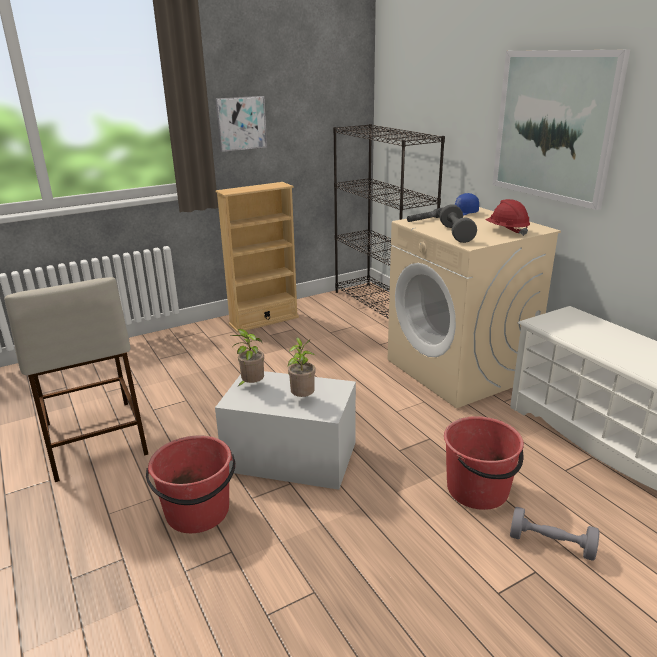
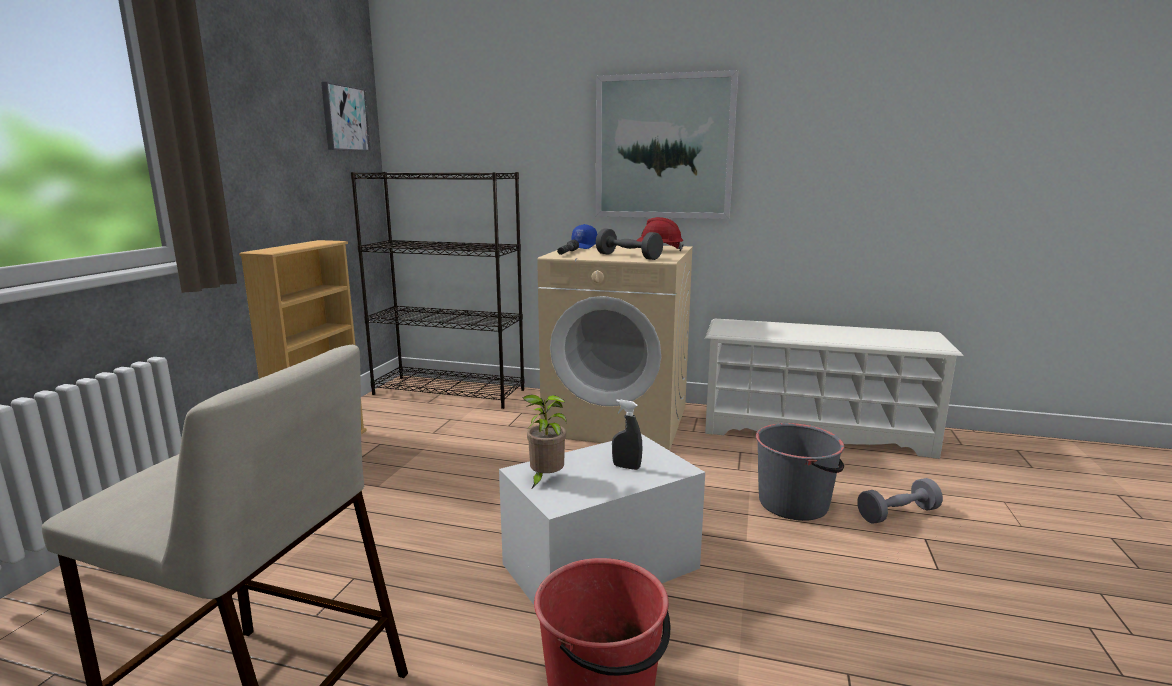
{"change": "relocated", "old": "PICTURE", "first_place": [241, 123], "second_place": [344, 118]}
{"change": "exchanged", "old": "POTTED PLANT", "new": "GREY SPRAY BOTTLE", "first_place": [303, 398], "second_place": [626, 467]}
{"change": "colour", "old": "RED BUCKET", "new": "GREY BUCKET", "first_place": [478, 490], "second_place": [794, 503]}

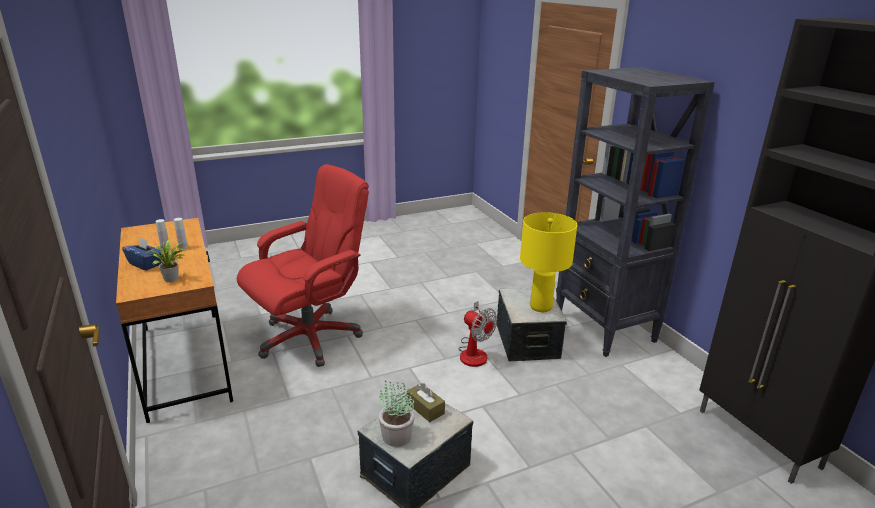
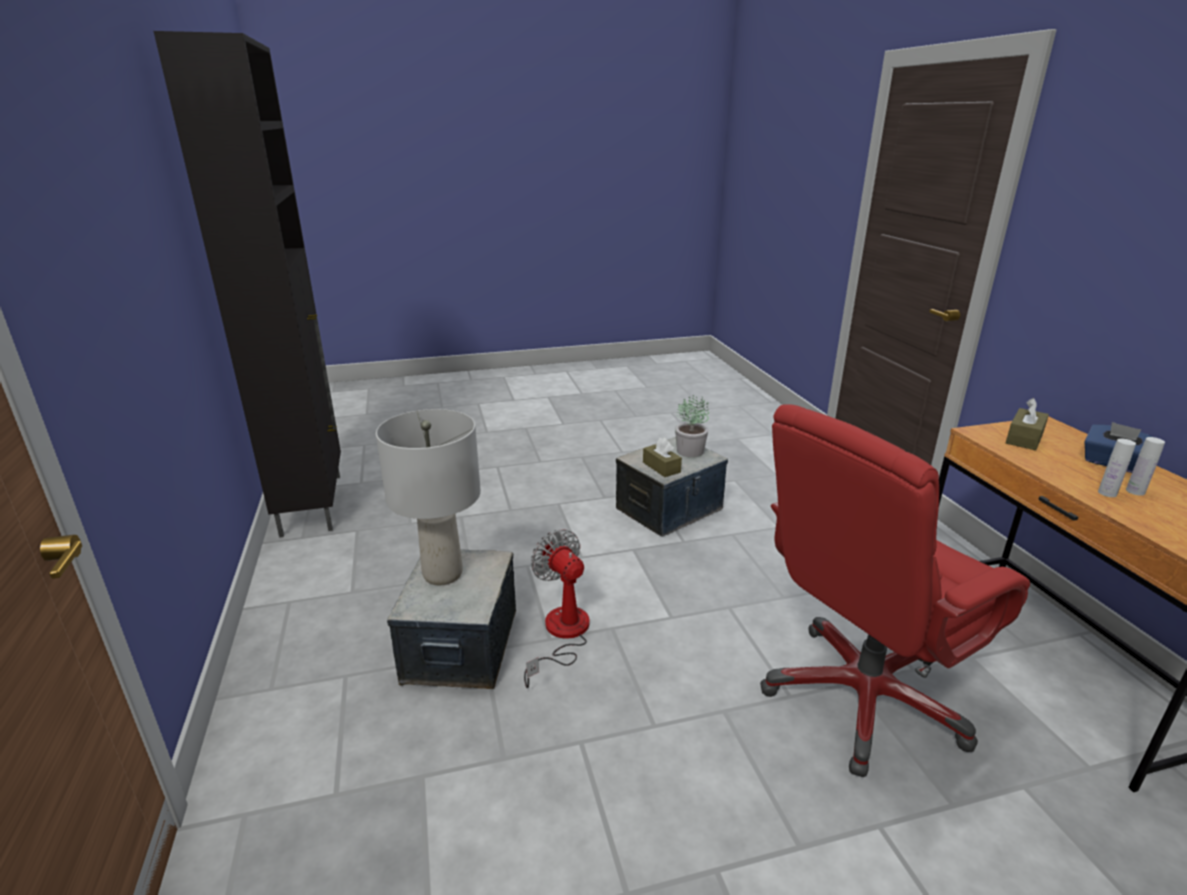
{"change": "exchanged", "old": "POTTED PLANT", "new": "BROWN TISSUE BOX", "first_place": [172, 279], "second_place": [1024, 438]}
{"change": "colour", "old": "YELLOW TABLE LAMP", "new": "GREY TABLE LAMP", "first_place": [541, 306], "second_place": [442, 574]}
{"change": "missing", "old": "BLACK BOOKCASE", "first_place": [604, 328]}

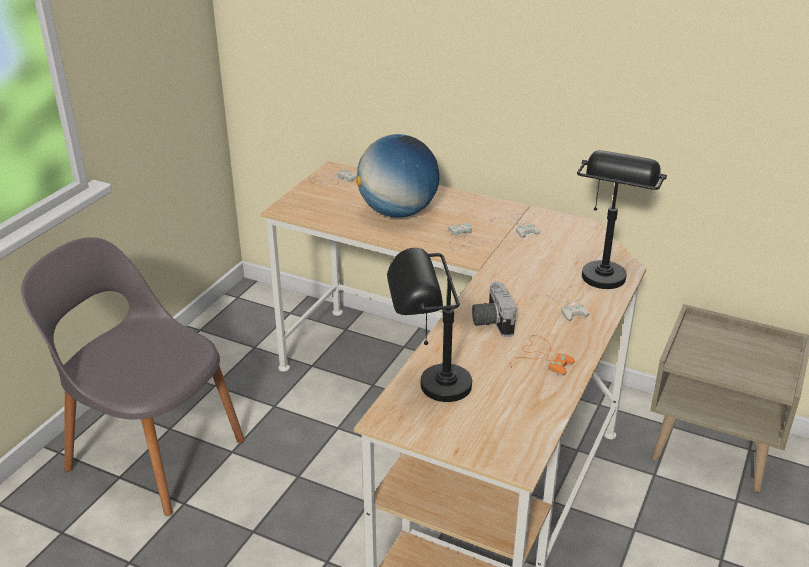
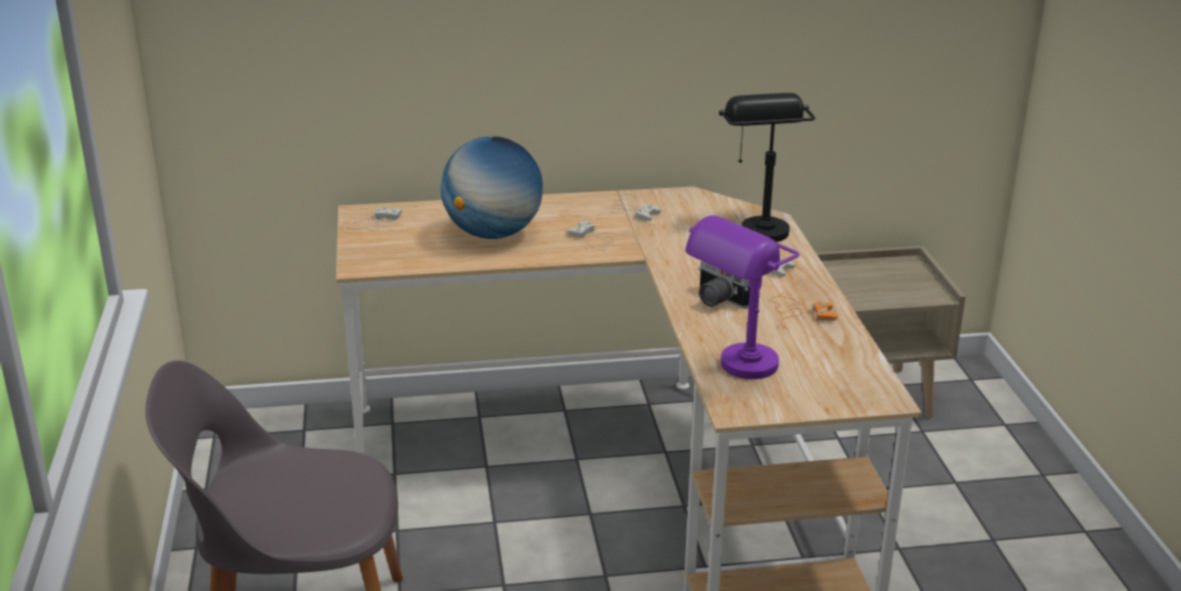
{"change": "colour", "old": "BLACK TABLE LAMP", "new": "PURPLE TABLE LAMP", "first_place": [428, 388], "second_place": [737, 372]}

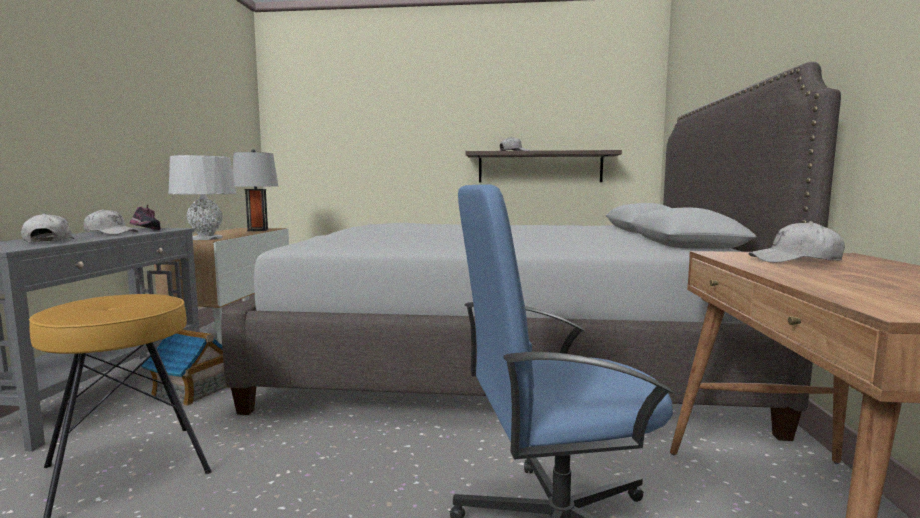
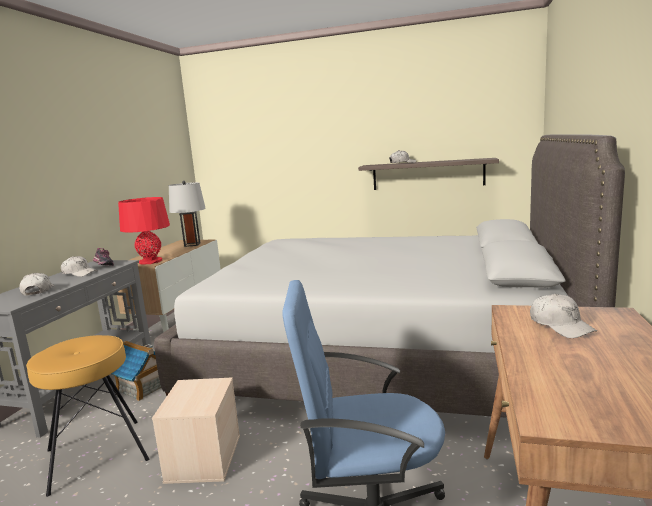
{"change": "colour", "old": "GREY TABLE LAMP", "new": "RED TABLE LAMP", "first_place": [206, 238], "second_place": [150, 261]}
{"change": "spun", "old": "WHITE CAP", "first_place": [795, 260], "second_place": [561, 326], "degrees": -135}
{"change": "appeared", "new": "BEIGE STORAGE BOX", "second_place": [203, 457]}

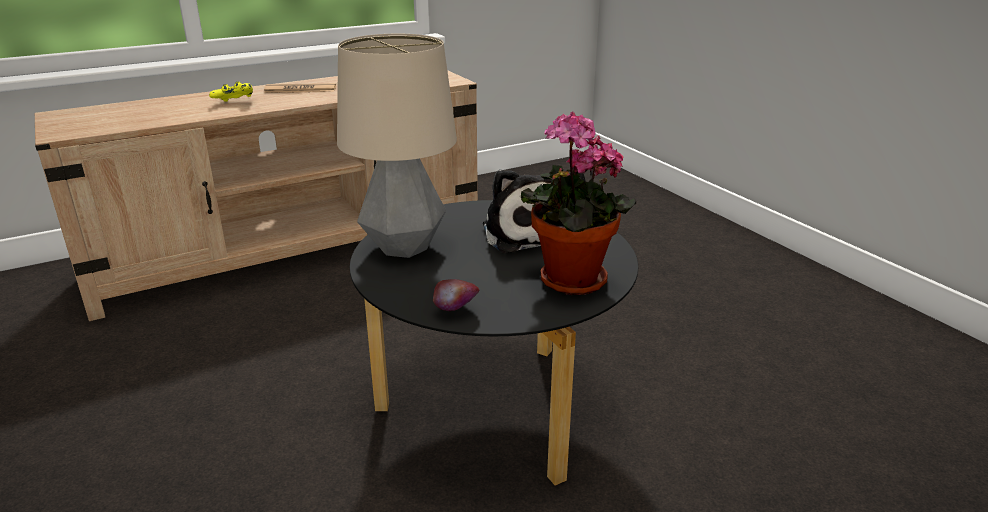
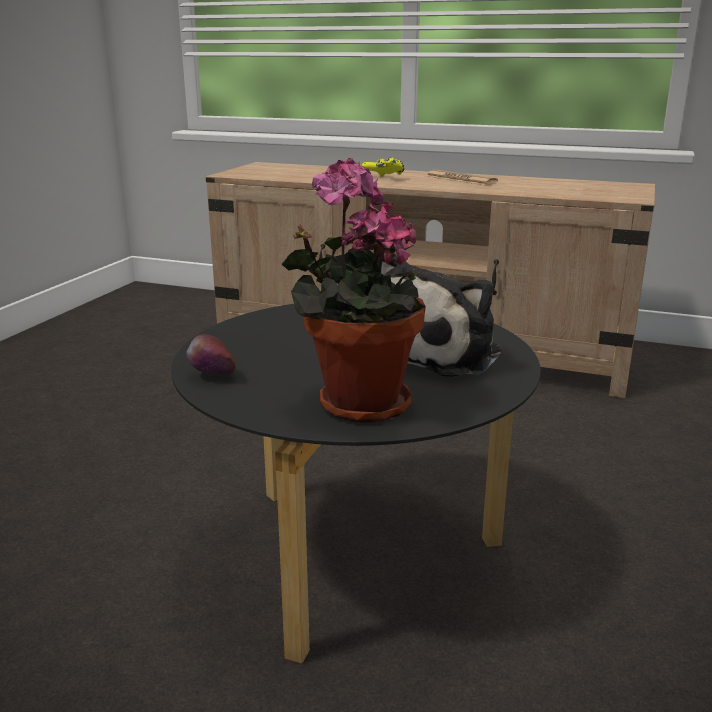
{"change": "missing", "old": "TABLE LAMP", "first_place": [404, 248]}

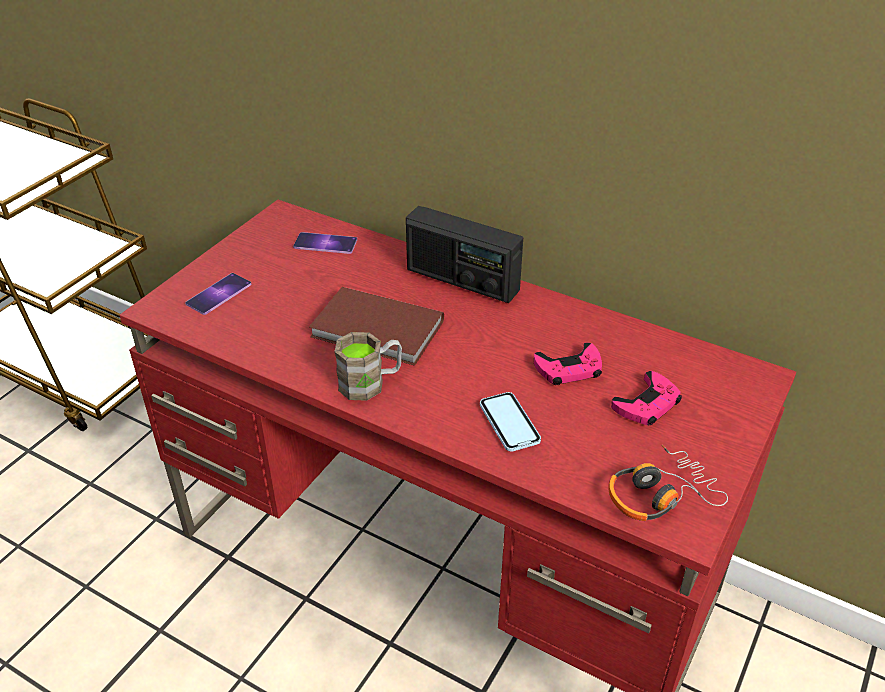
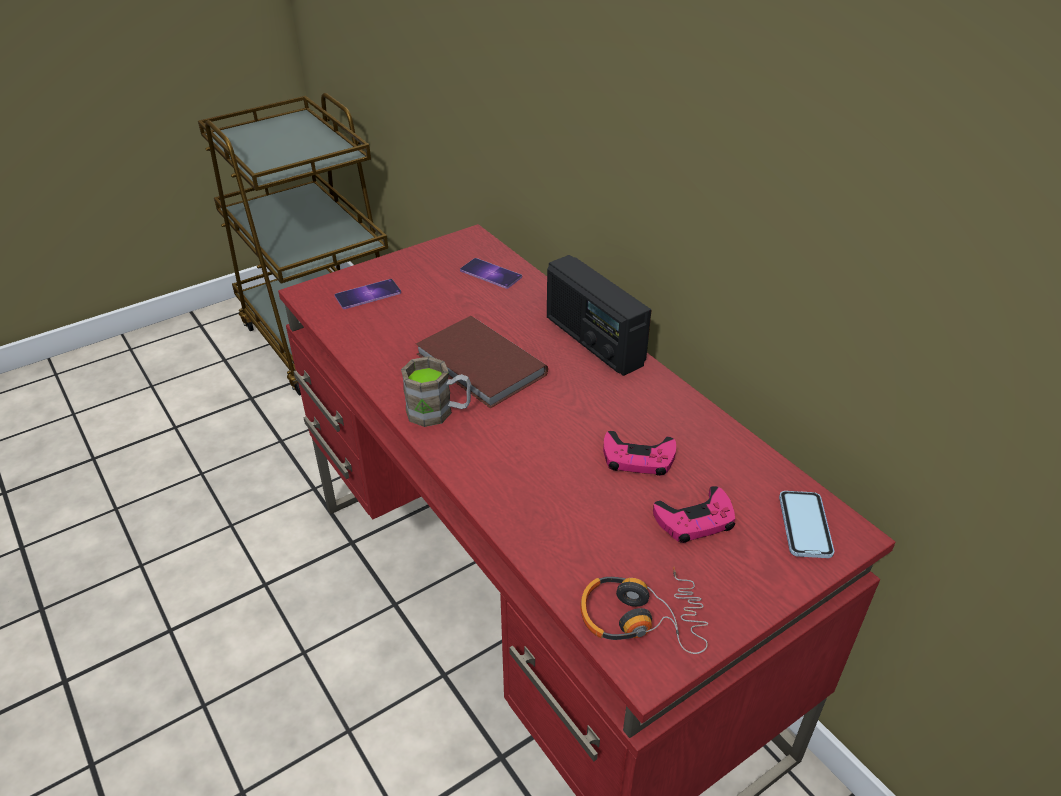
{"change": "relocated", "old": "PHONE", "first_place": [509, 423], "second_place": [805, 526]}

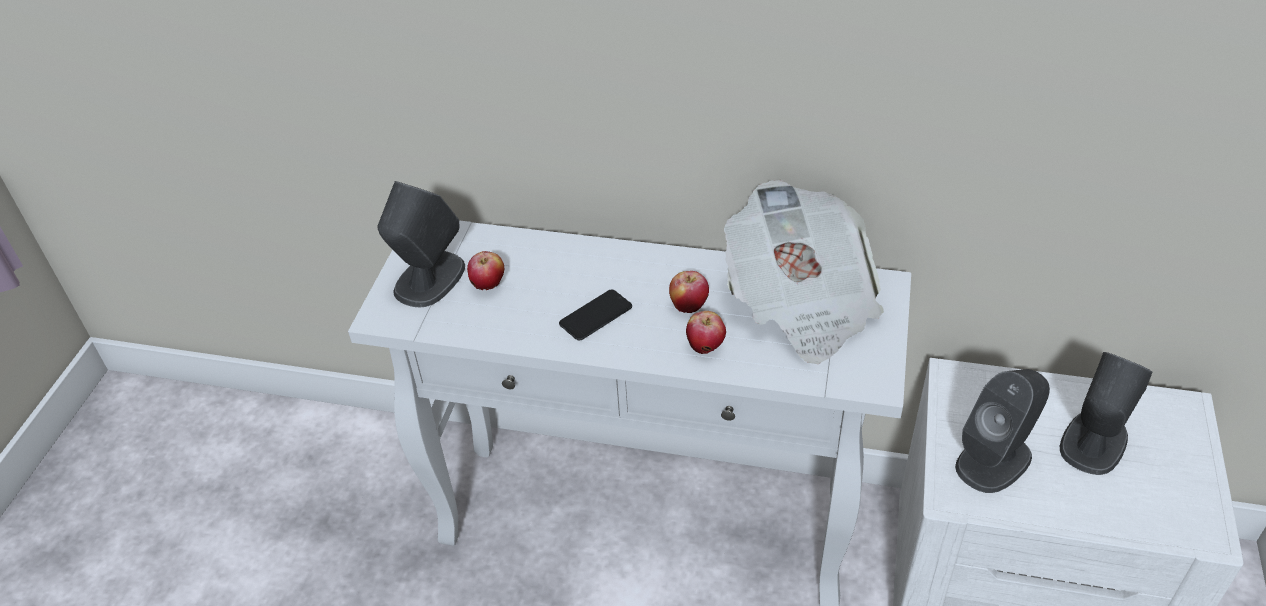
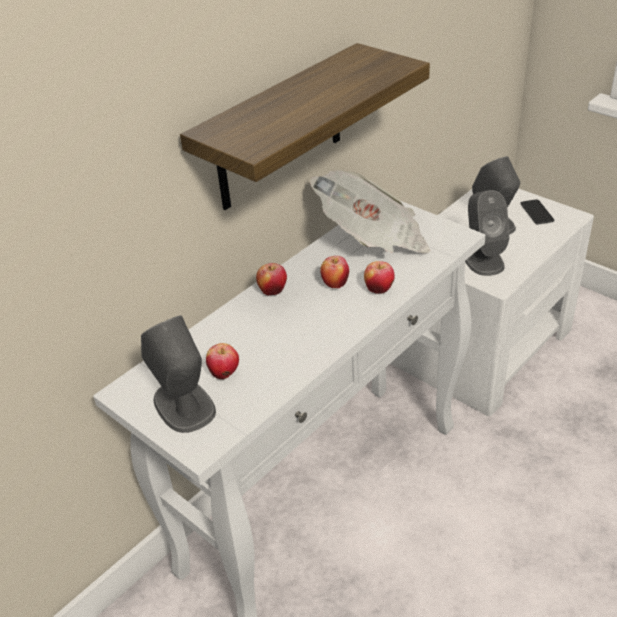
{"change": "relocated", "old": "PHONE", "first_place": [596, 316], "second_place": [536, 212]}
{"change": "appeared", "new": "SHELF", "second_place": [279, 129]}
{"change": "appeared", "new": "APPLE", "second_place": [273, 291]}

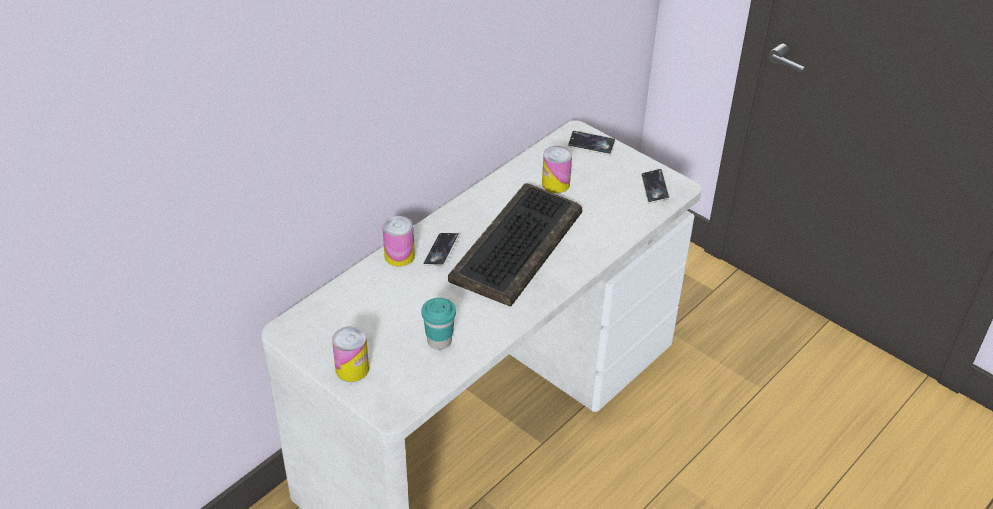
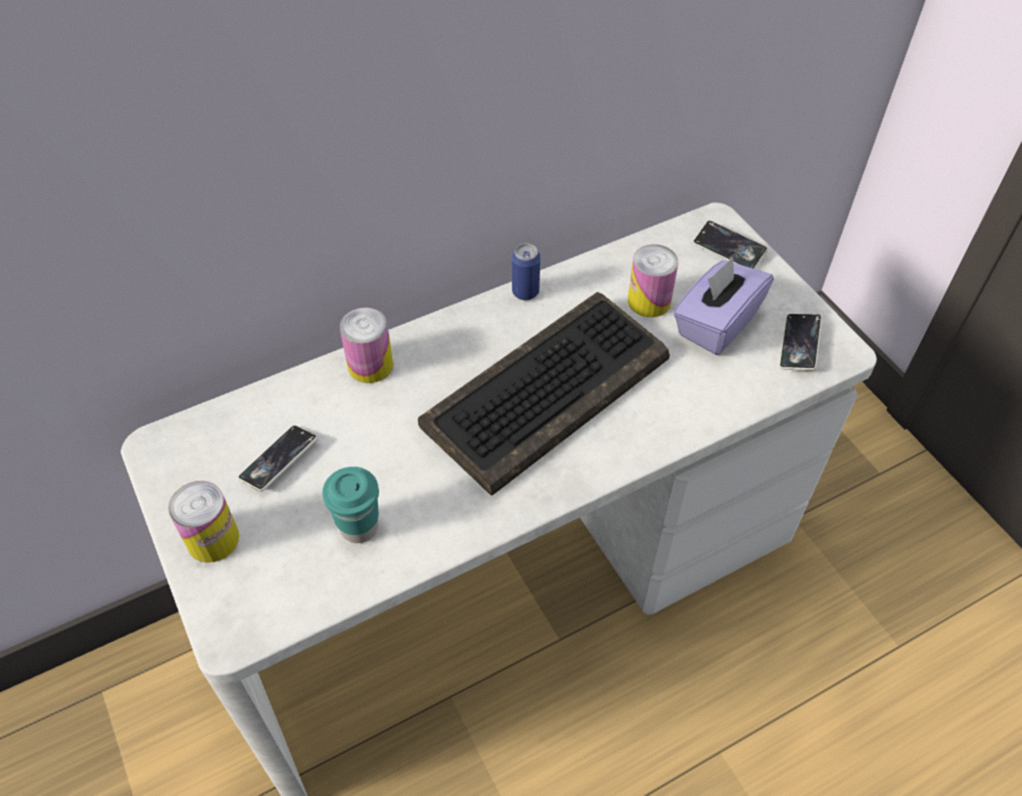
{"change": "relocated", "old": "PHONE", "first_place": [441, 252], "second_place": [279, 461]}
{"change": "appeared", "new": "CAN", "second_place": [525, 292]}
{"change": "appeared", "new": "PURPLE TISSUE BOX", "second_place": [716, 324]}

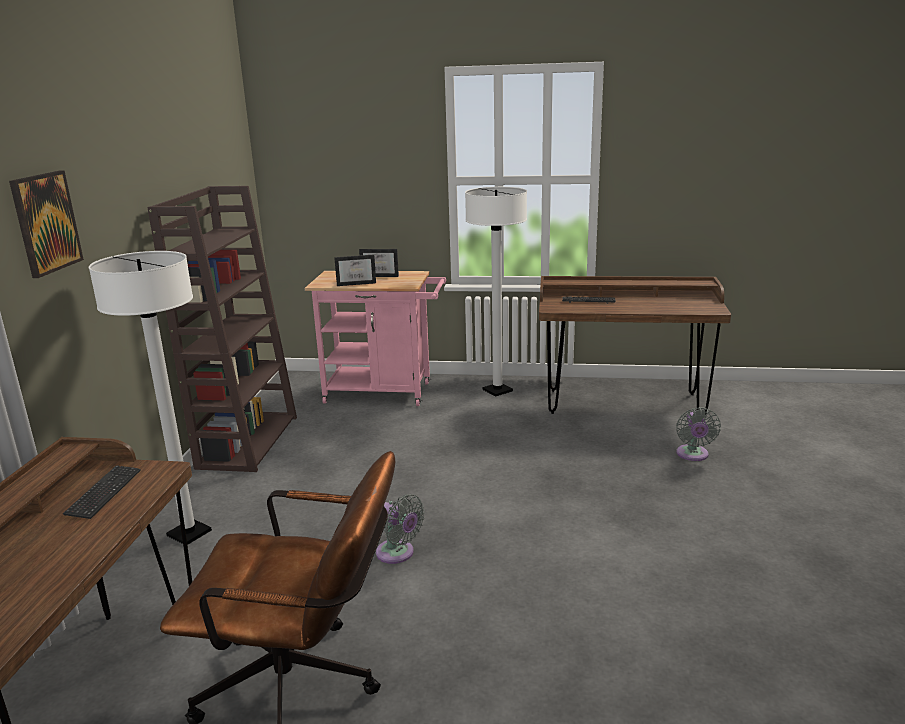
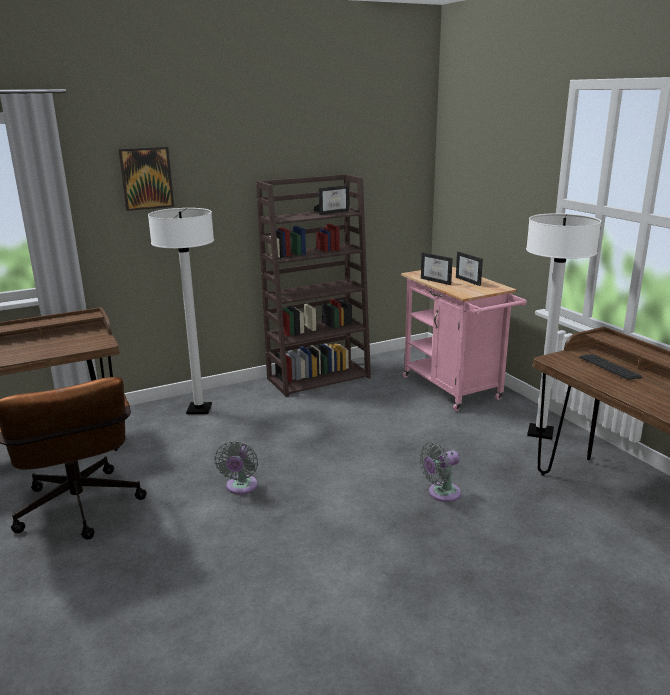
{"change": "missing", "old": "KEYBOARD", "first_place": [104, 493]}
{"change": "relocated", "old": "GREY FAN", "first_place": [692, 455], "second_place": [441, 493]}
{"change": "appeared", "new": "PICTURE FRAME", "second_place": [332, 212]}

